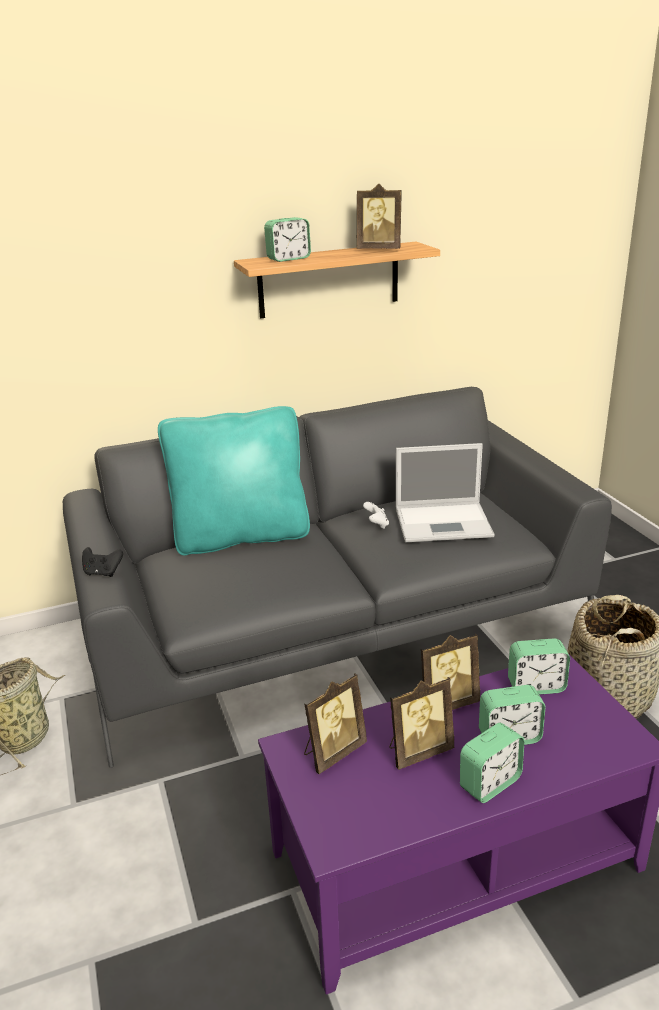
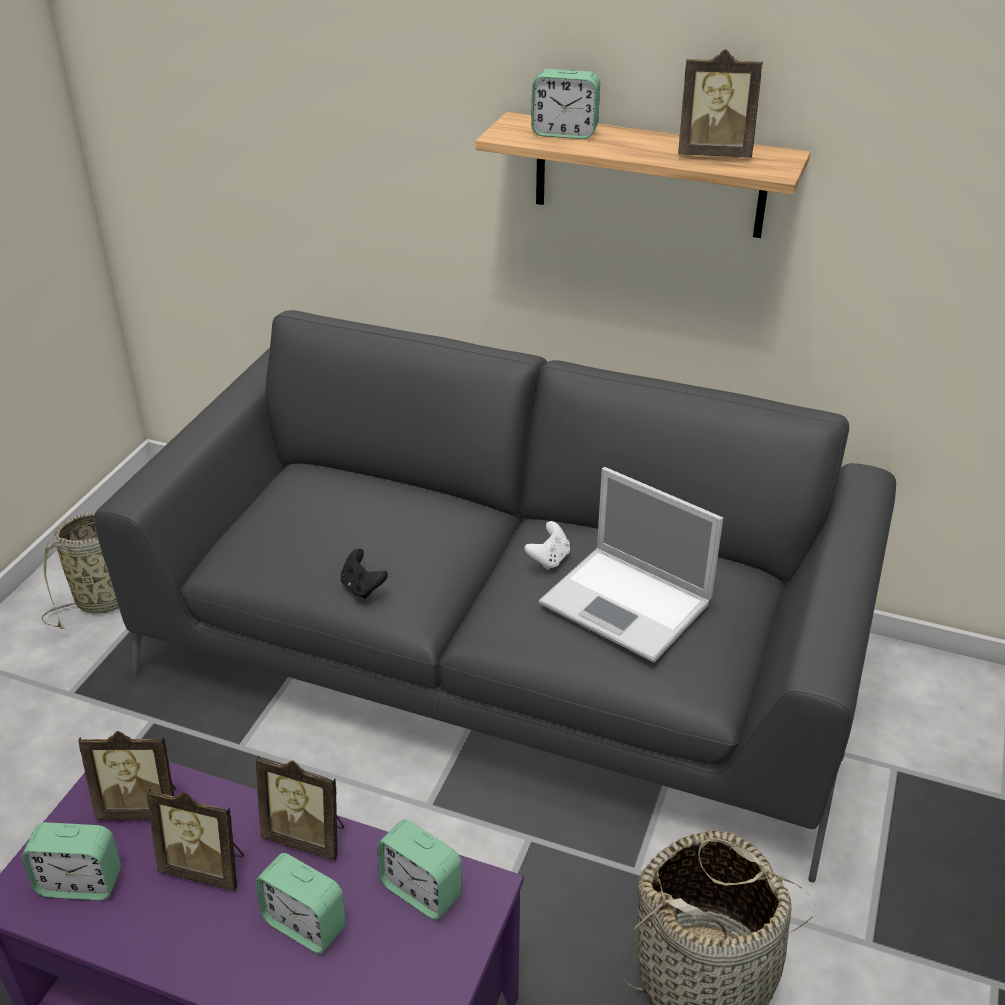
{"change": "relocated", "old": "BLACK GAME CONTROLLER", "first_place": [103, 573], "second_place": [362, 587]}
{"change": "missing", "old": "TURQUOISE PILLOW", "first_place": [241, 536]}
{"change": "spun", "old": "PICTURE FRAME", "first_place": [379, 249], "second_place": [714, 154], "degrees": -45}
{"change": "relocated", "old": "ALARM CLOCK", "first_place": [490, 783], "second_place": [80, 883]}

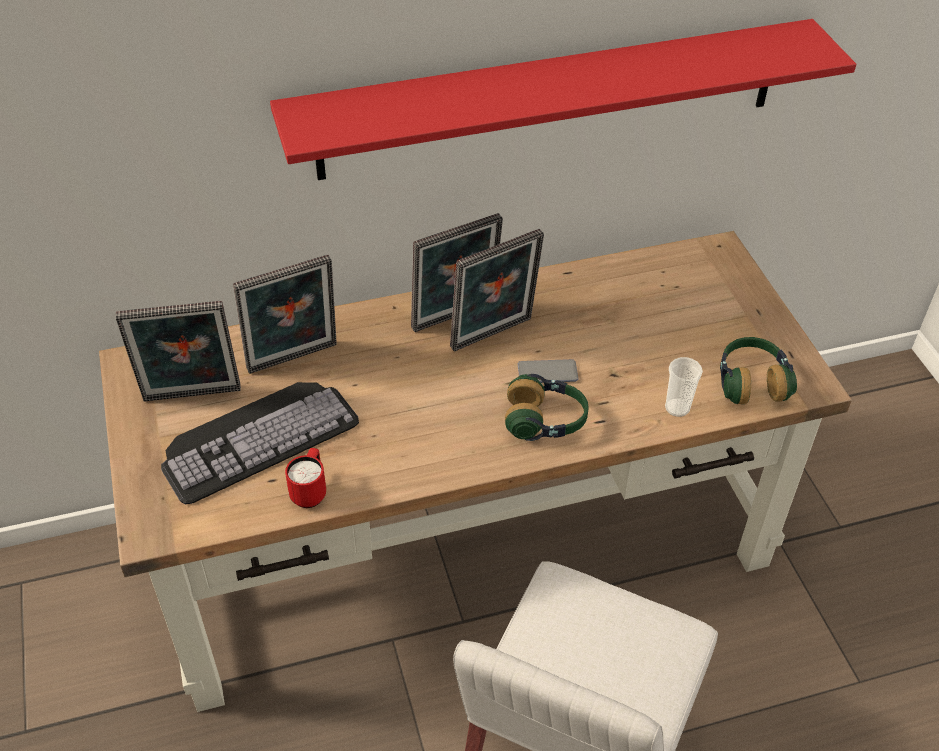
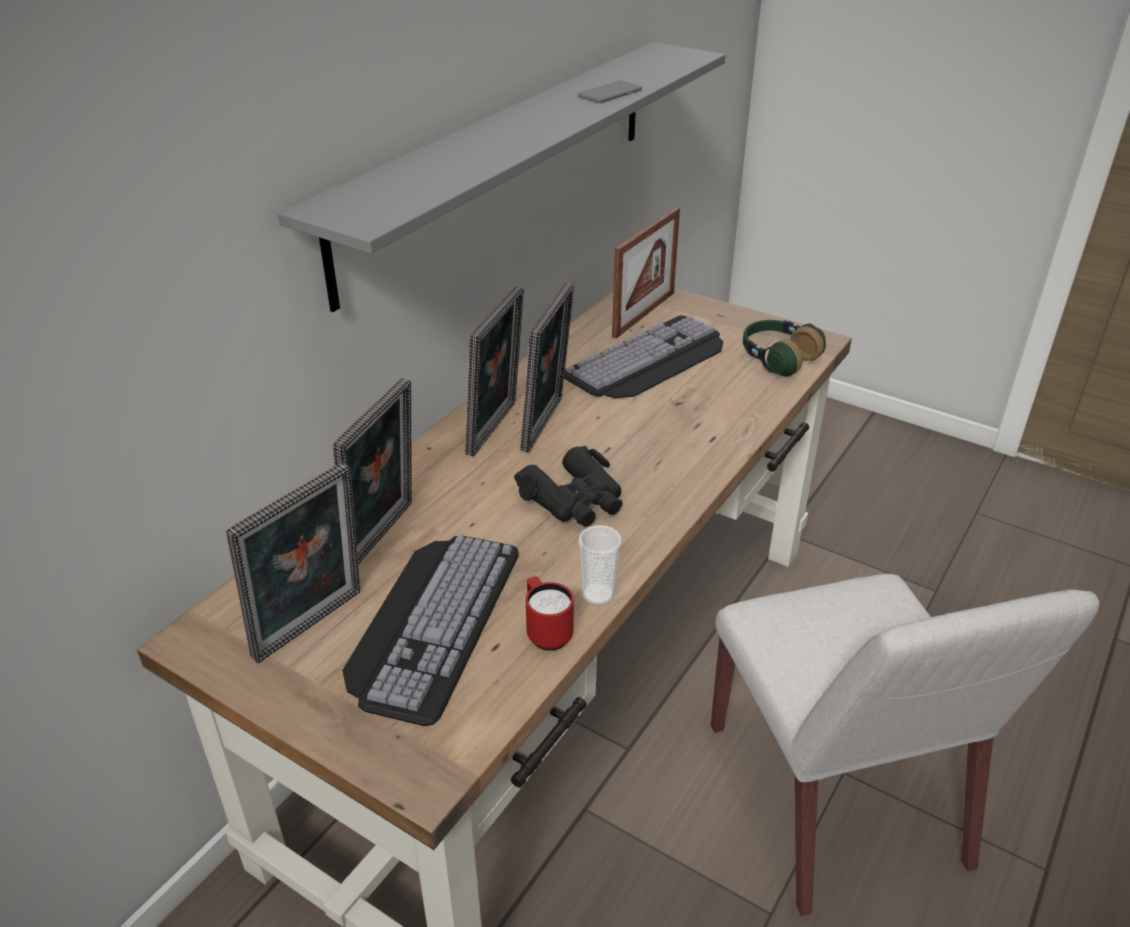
{"change": "colour", "old": "RED SHELF", "new": "GREY SHELF", "first_place": [551, 99], "second_place": [504, 161]}
{"change": "missing", "old": "HEADPHONES", "first_place": [545, 421]}
{"change": "relocated", "old": "PHONE", "first_place": [547, 372], "second_place": [610, 94]}
{"change": "relocated", "old": "CUP", "first_place": [677, 408], "second_place": [598, 594]}
{"change": "appeared", "new": "BLACK BINOCULARS", "second_place": [575, 499]}
{"change": "appeared", "new": "KEYBOARD", "second_place": [650, 360]}
{"change": "appeared", "new": "PICTURE FRAME", "second_place": [644, 314]}

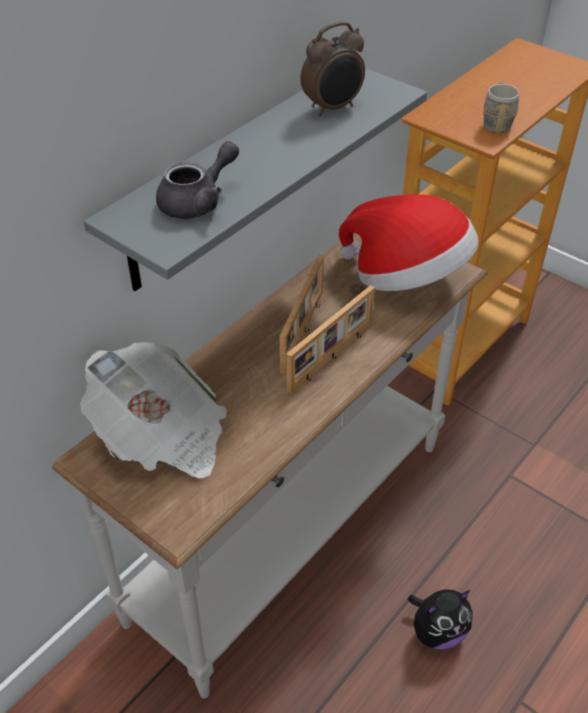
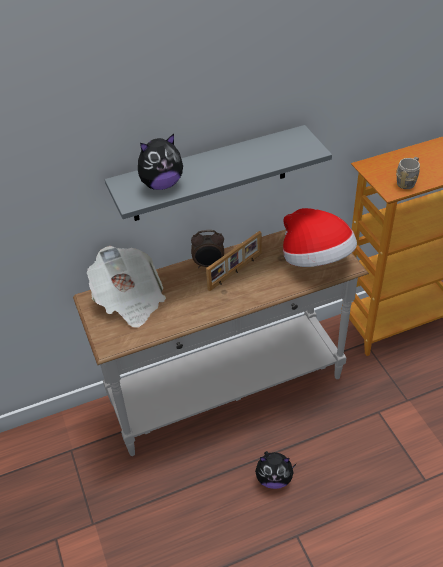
{"change": "exchanged", "old": "GREY TEAPOT", "new": "PLUSH TOY", "first_place": [198, 201], "second_place": [161, 184]}
{"change": "missing", "old": "PICTURE FRAME", "first_place": [332, 357]}
{"change": "relocated", "old": "ALARM CLOCK", "first_place": [333, 108], "second_place": [209, 265]}

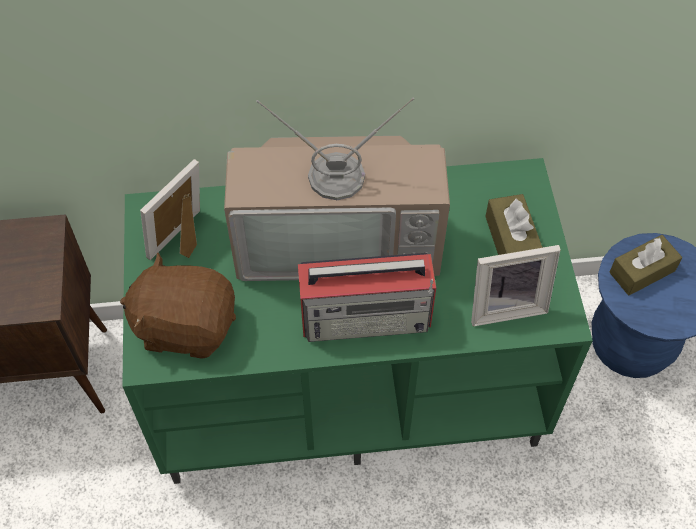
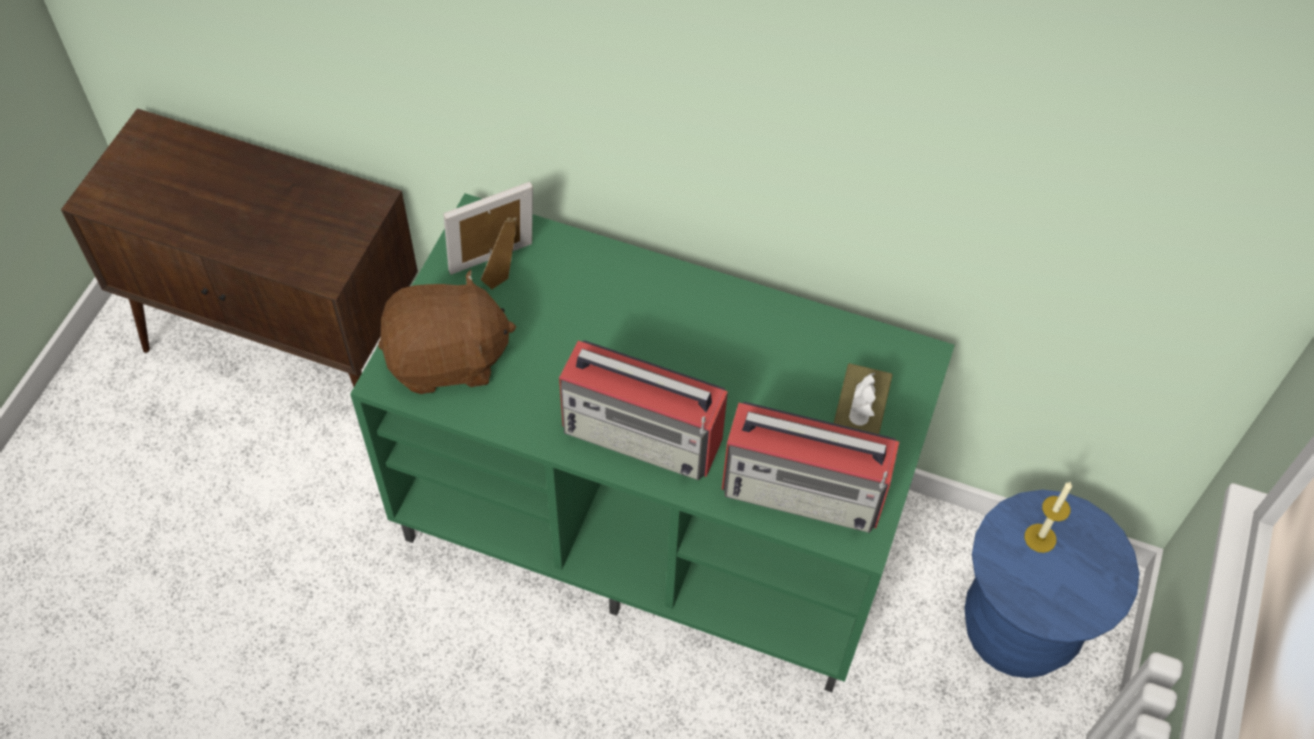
{"change": "spun", "old": "BROWN PLUSH TOY", "first_place": [185, 325], "second_place": [448, 359], "degrees": 135}
{"change": "missing", "old": "TELEVISION", "first_place": [339, 238]}
{"change": "exchanged", "old": "PICTURE FRAME", "new": "RADIO", "first_place": [505, 305], "second_place": [805, 490]}
{"change": "exchanged", "old": "BROWN TISSUE BOX", "new": "CANDLE", "first_place": [642, 271], "second_place": [1040, 538]}

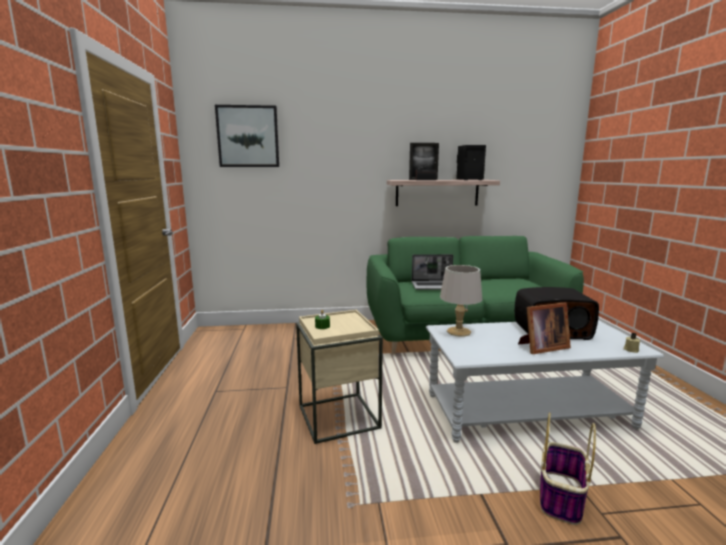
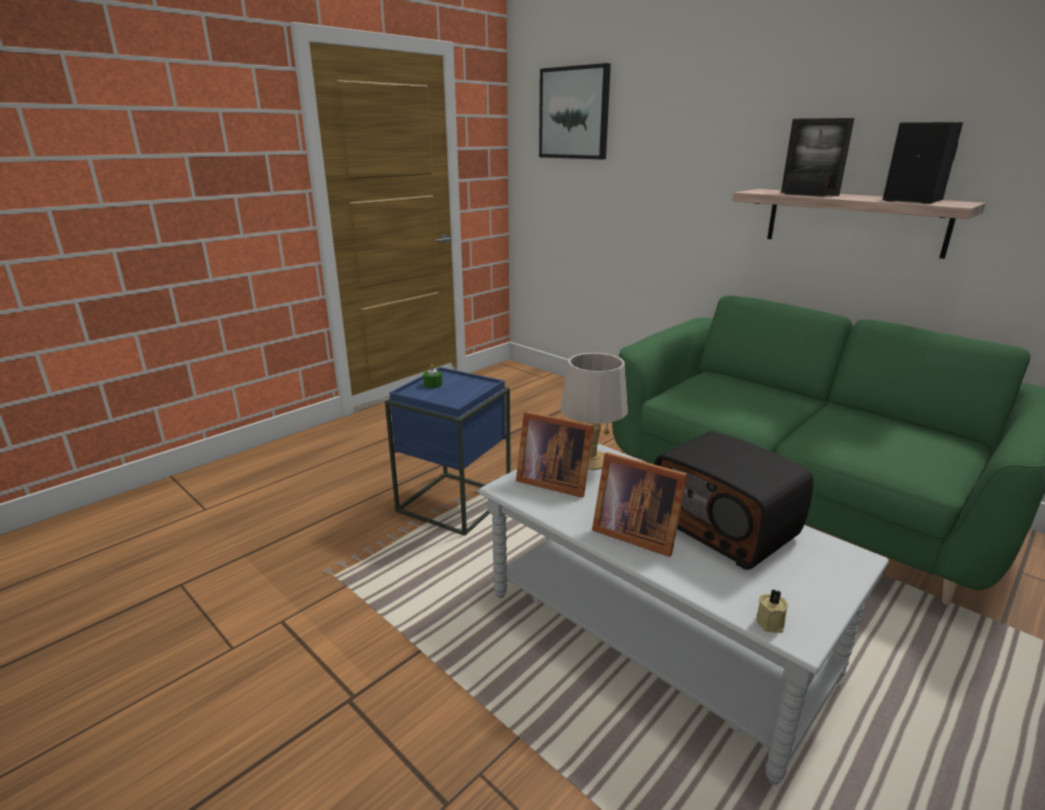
{"change": "colour", "old": "BEIGE SIDE TABLE", "new": "BLUE SIDE TABLE", "first_place": [339, 417], "second_place": [454, 503]}
{"change": "missing", "old": "LAPTOP", "first_place": [434, 286]}
{"change": "missing", "old": "BASKET", "first_place": [560, 497]}
{"change": "appeared", "new": "PICTURE FRAME", "second_place": [552, 481]}

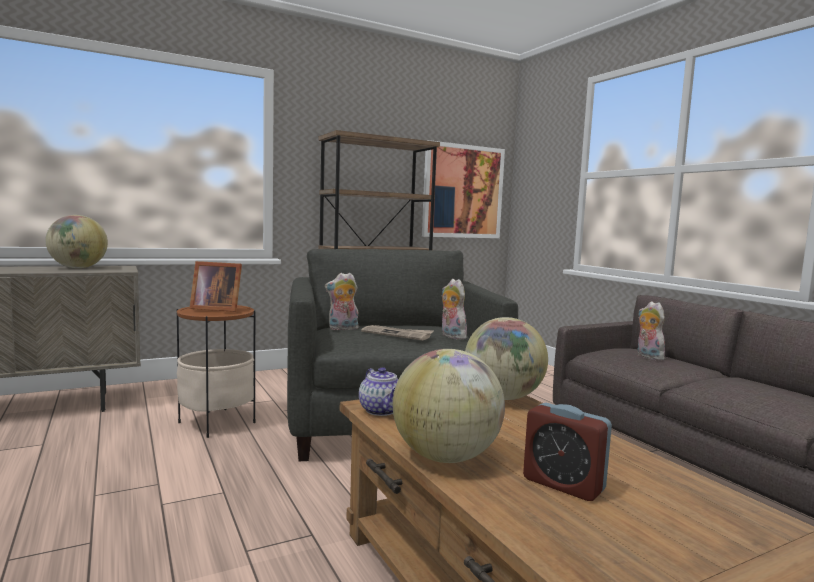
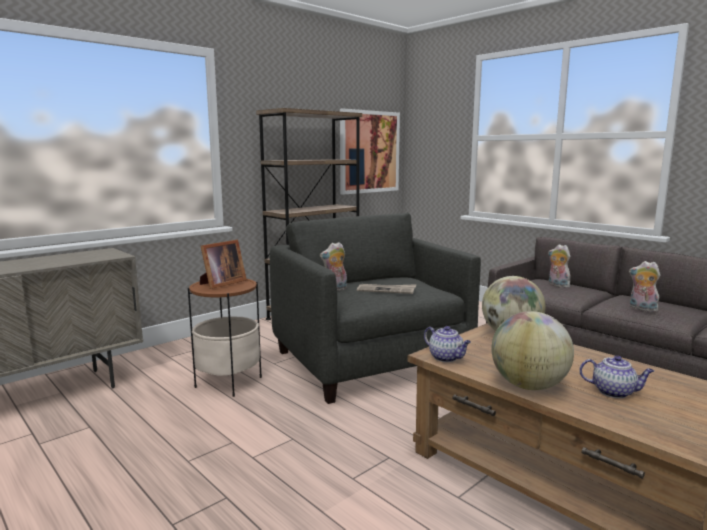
{"change": "missing", "old": "GLOBE", "first_place": [78, 268]}
{"change": "spun", "old": "PICTURE FRAME", "first_place": [216, 309], "second_place": [221, 283], "degrees": -45}
{"change": "relocated", "old": "PLUSH TOY", "first_place": [451, 336], "second_place": [641, 309]}
{"change": "exchanged", "old": "ALARM CLOCK", "new": "TEAPOT", "first_place": [563, 484], "second_place": [614, 392]}

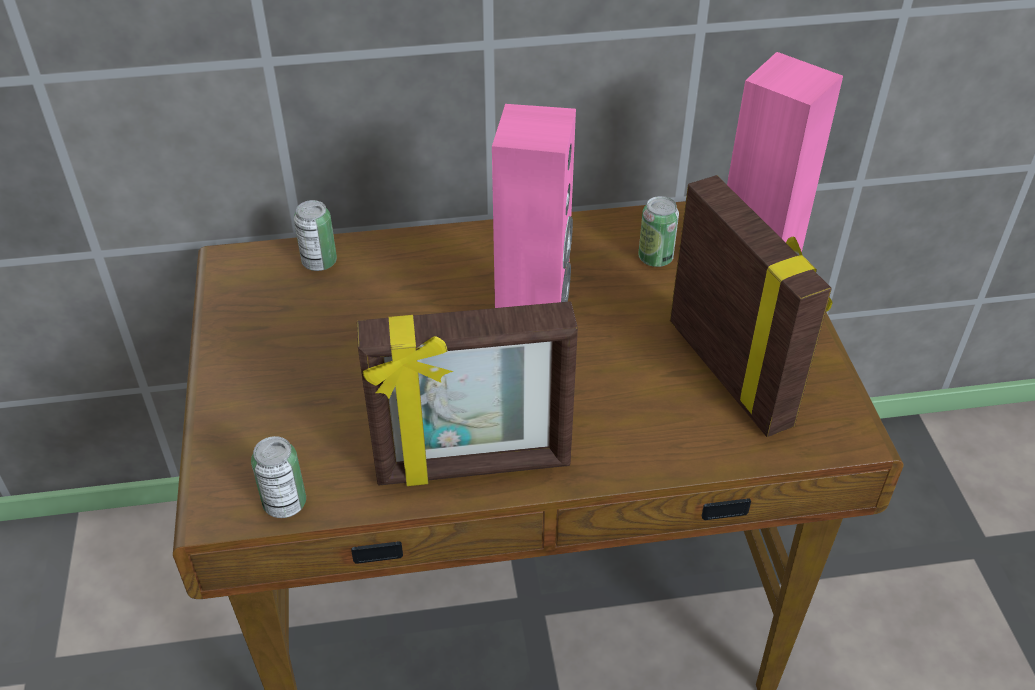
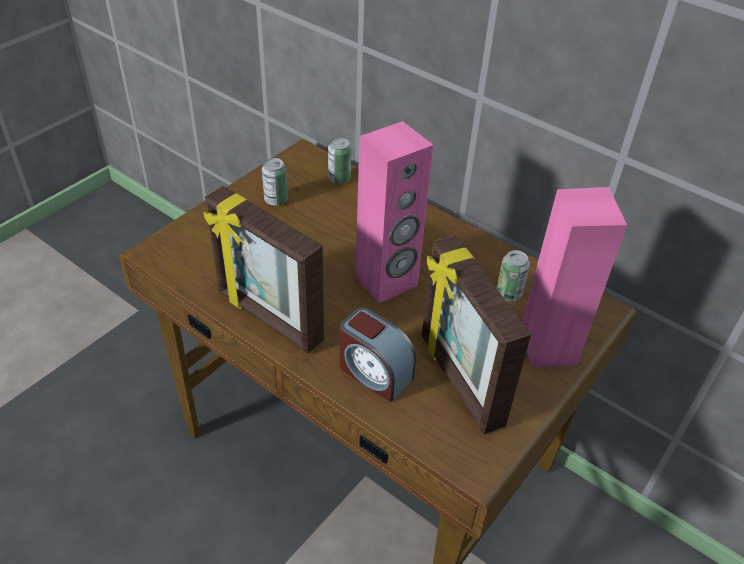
{"change": "relocated", "old": "CAN", "first_place": [285, 503], "second_place": [276, 200]}
{"change": "spun", "old": "PICTURE FRAME", "first_place": [731, 372], "second_place": [458, 381], "degrees": 135}
{"change": "appeared", "new": "ALARM CLOCK", "second_place": [374, 372]}

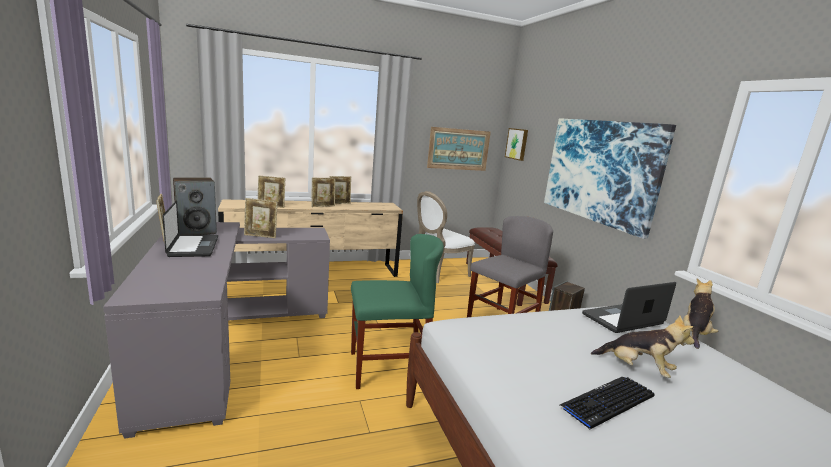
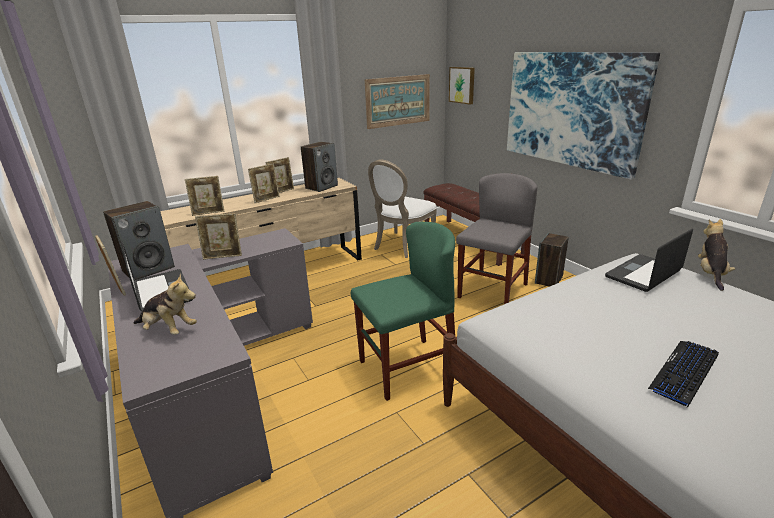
{"change": "relocated", "old": "PLUSH TOY", "first_place": [637, 369], "second_place": [168, 330]}
{"change": "appeared", "new": "SPEAKER", "second_place": [321, 187]}

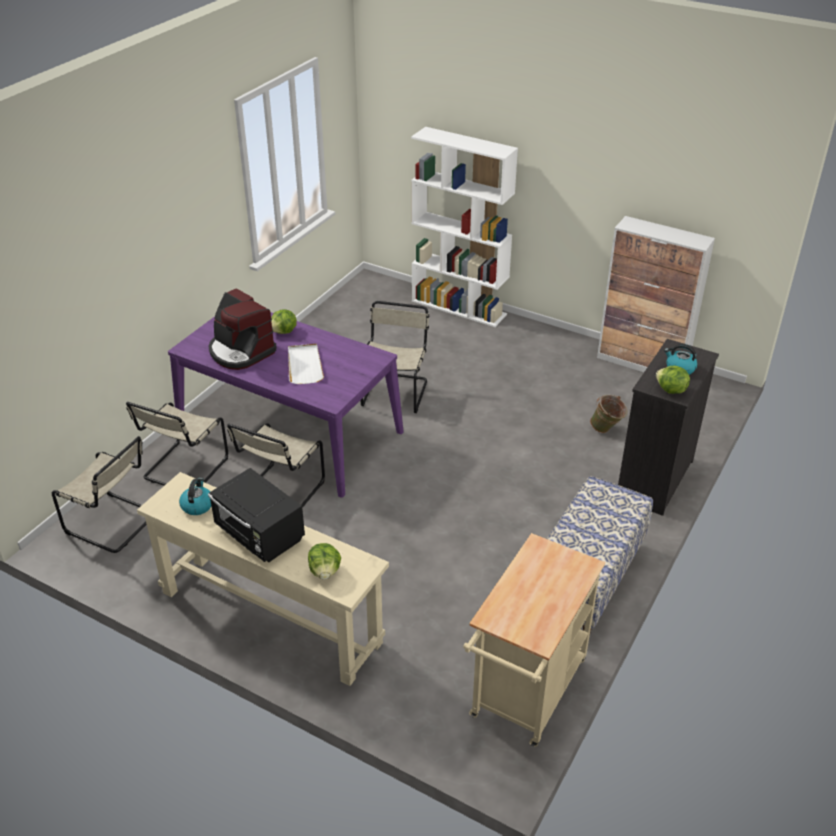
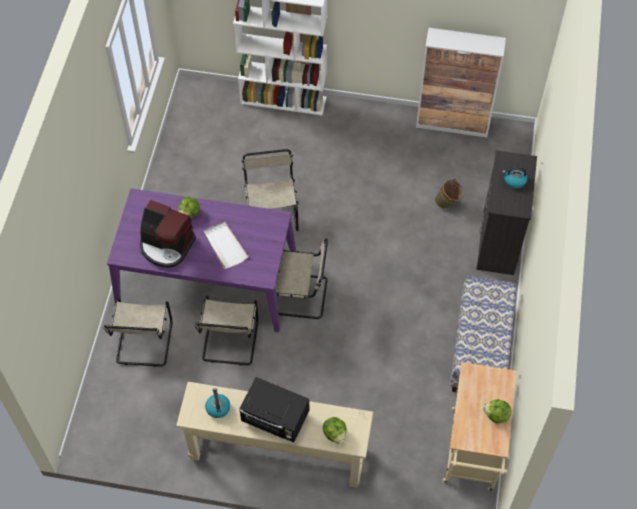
{"change": "relocated", "old": "BEIGE CHAIR", "first_place": [114, 524], "second_place": [302, 296]}
{"change": "relocated", "old": "LETTUCE", "first_place": [670, 390], "second_place": [496, 415]}

